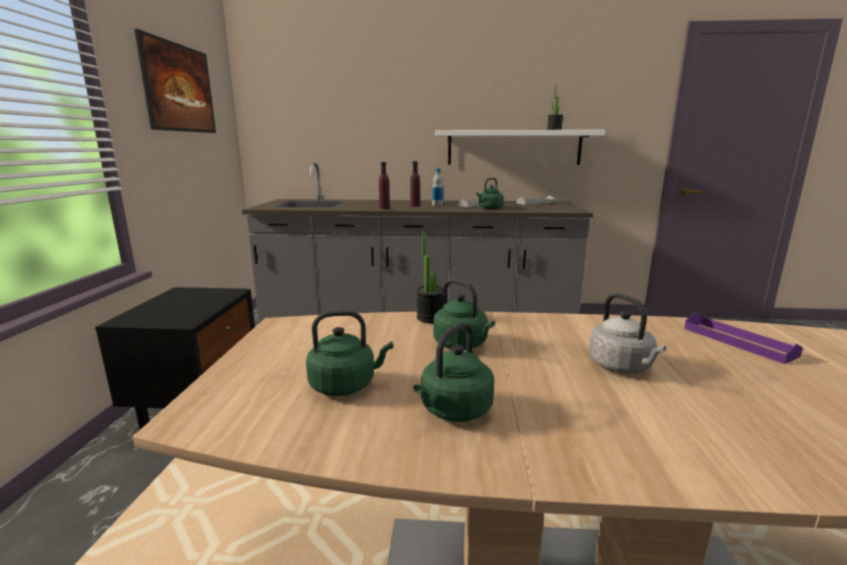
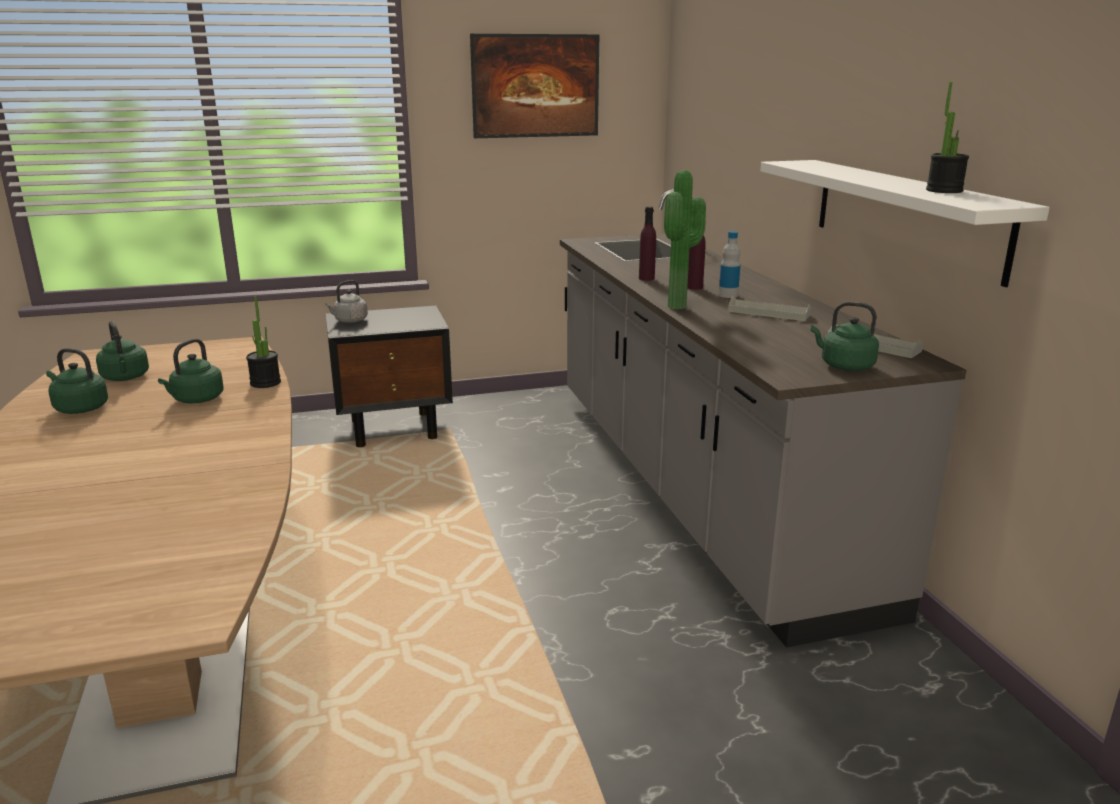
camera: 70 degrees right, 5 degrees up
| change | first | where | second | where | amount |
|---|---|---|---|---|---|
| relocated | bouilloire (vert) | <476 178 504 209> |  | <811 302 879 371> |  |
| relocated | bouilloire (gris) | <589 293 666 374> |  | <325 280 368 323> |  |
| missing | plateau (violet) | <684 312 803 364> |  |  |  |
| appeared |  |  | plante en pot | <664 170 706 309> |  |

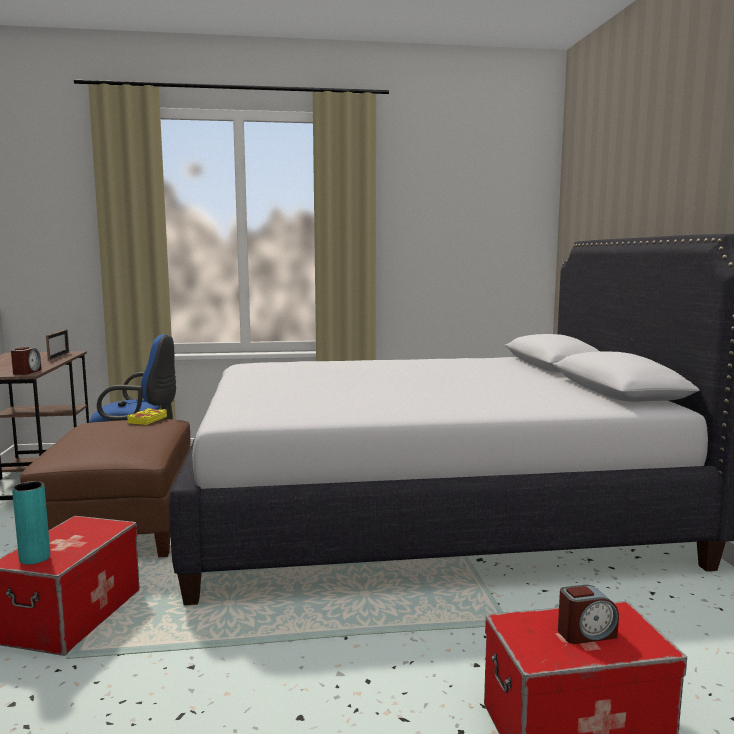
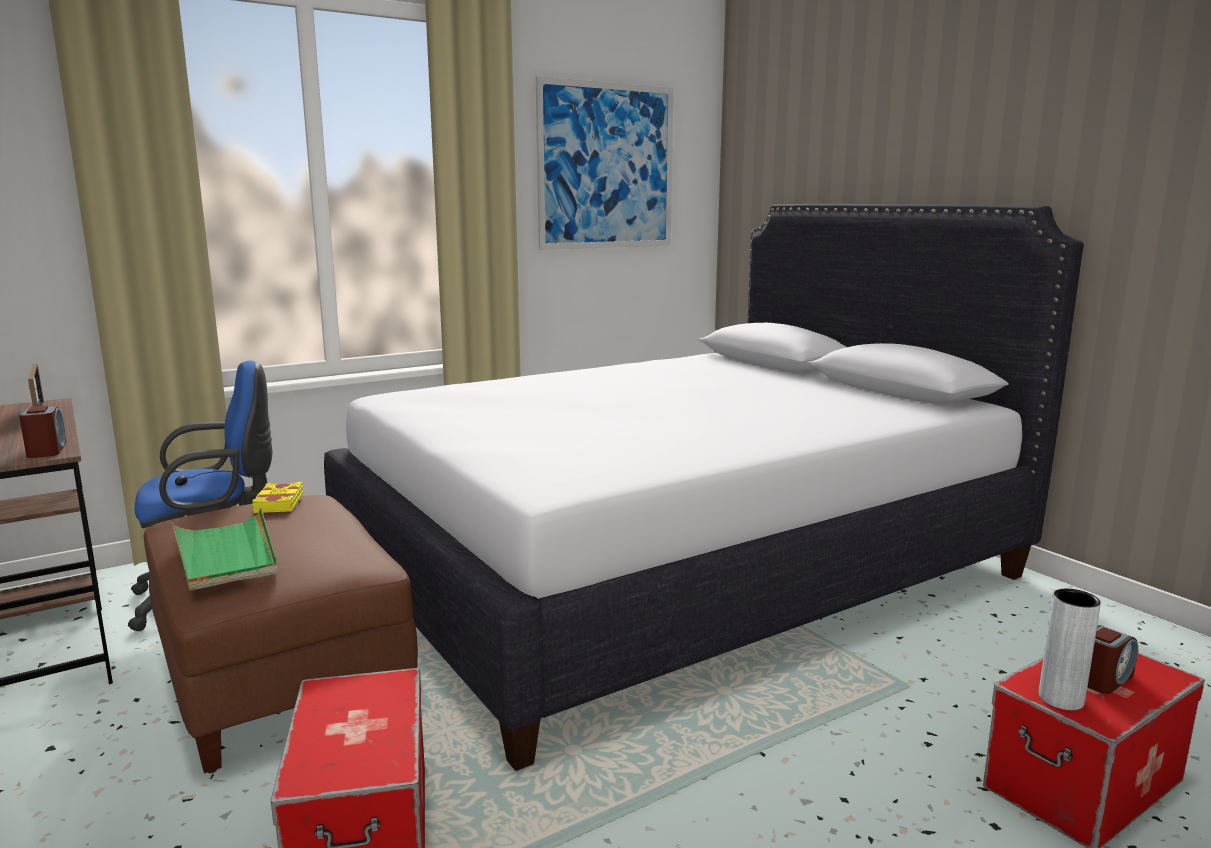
camera: 25 degrees left, 5 degrees up
| change | first | where | second | where | amount |
|---|---|---|---|---|---|
| missing | vase (turquoise) | <12 481 50 565> |  |  |  |
| appeared |  |  | plateau (vert) | <171 508 278 591> |  |
| appeared |  |  | tableau | <536 76 674 250> |  |
| appeared |  |  | vase (gris) | <1039 589 1101 710> |  |

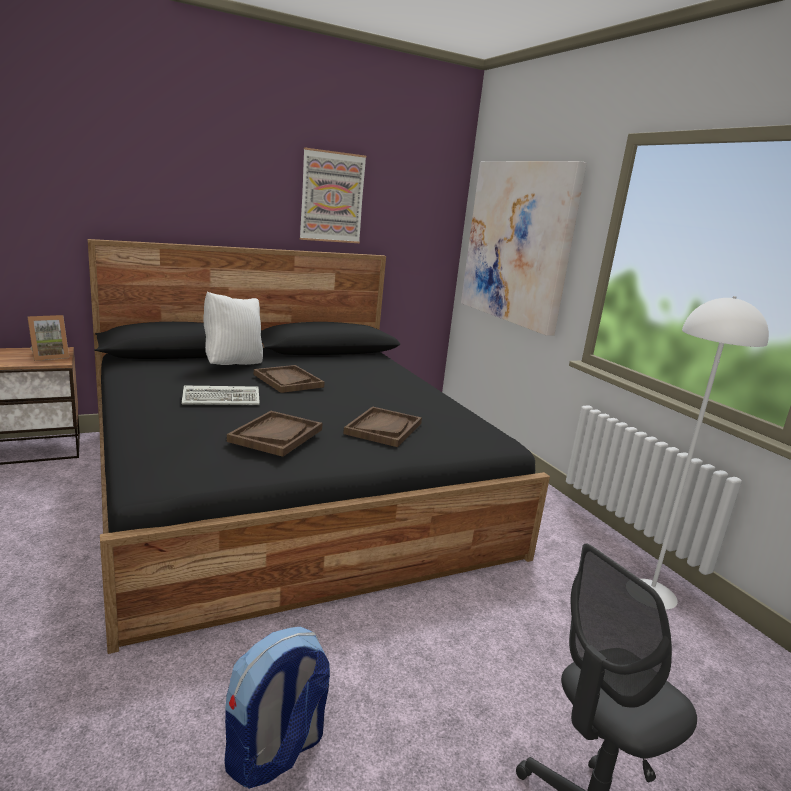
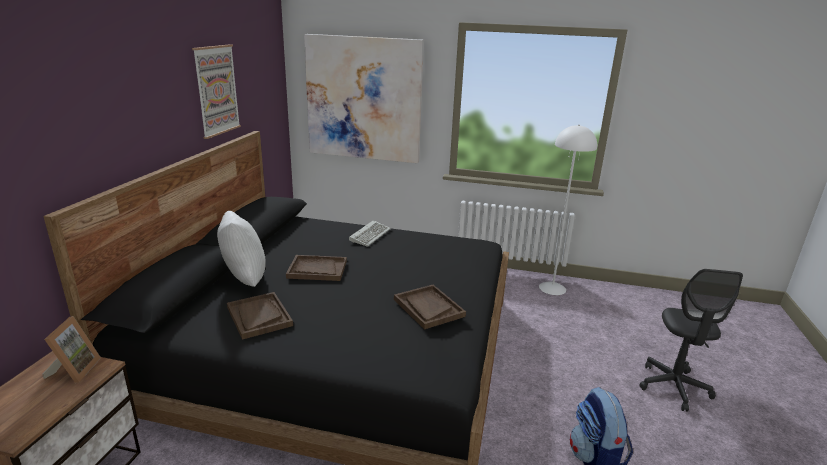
camera: 50 degrees left, 5 degrees up
| change | first | where | second | where | amount |
|---|---|---|---|---|---|
| relocated | clavier | <182 386 260 405> |  | <349 220 391 247> |  |
| relocated | plateau (marron) | <343 406 422 447> |  | <227 292 293 340> |  |

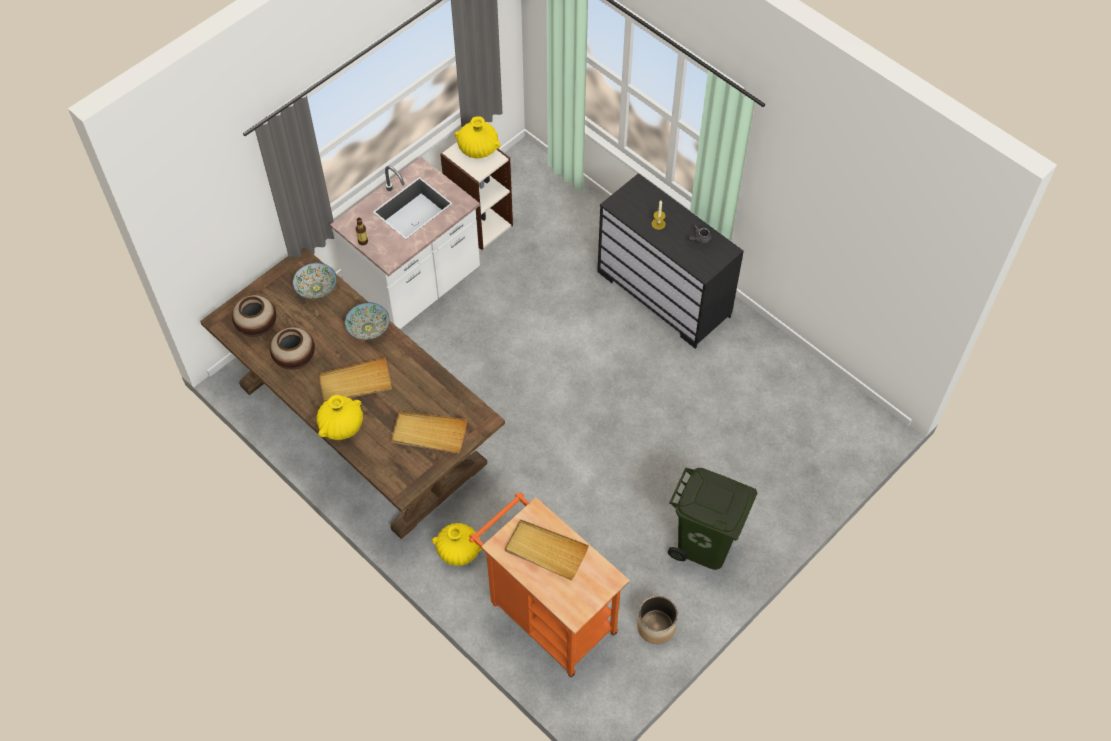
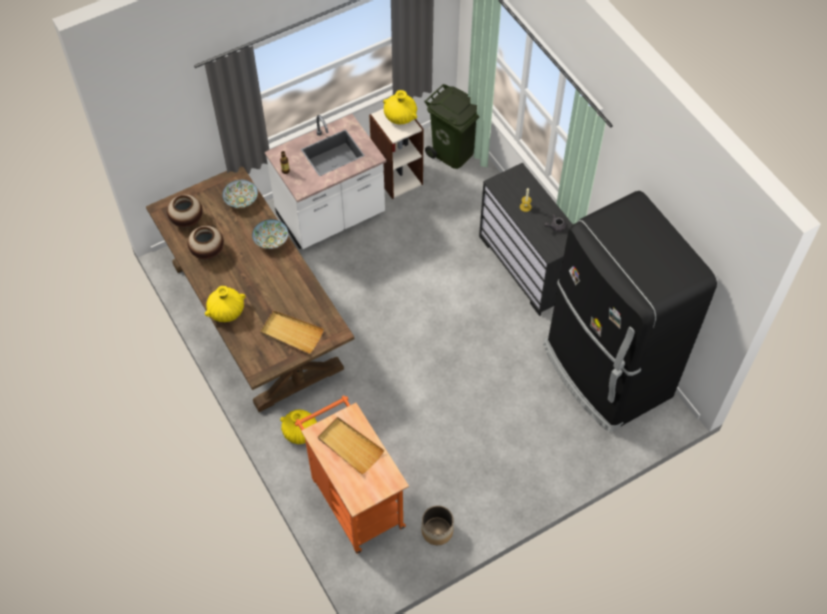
camera: 15 degrees right, 0 degrees up
| change | first | where | second | where | amount |
|---|---|---|---|---|---|
| missing | plateau (beige) | <319 357 392 402> |  |  |  |
| relocated | poubelle (vert) | <668 467 757 570> |  | <424 84 480 169> |  |
| appeared |  |  | réfrigérateur (noir) | <543 191 717 433> |  |

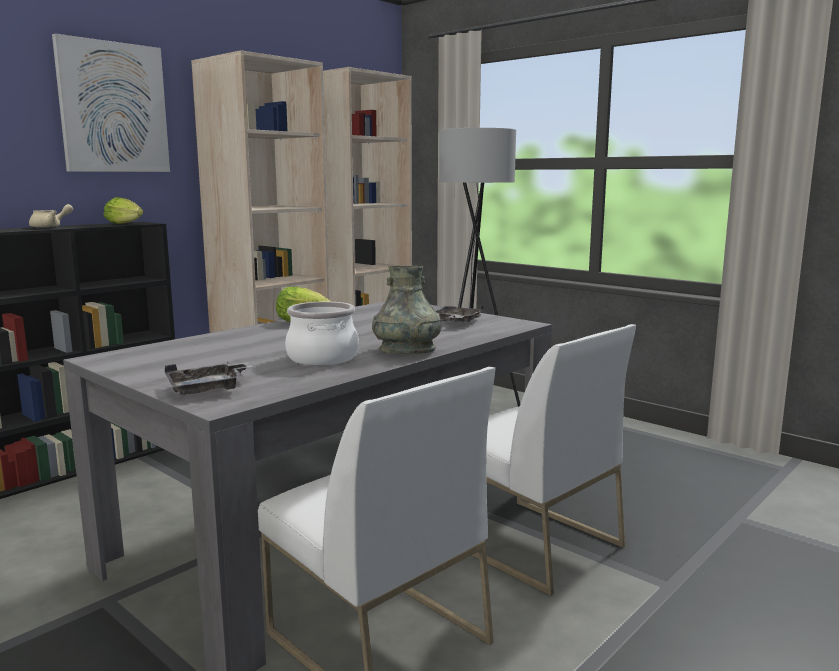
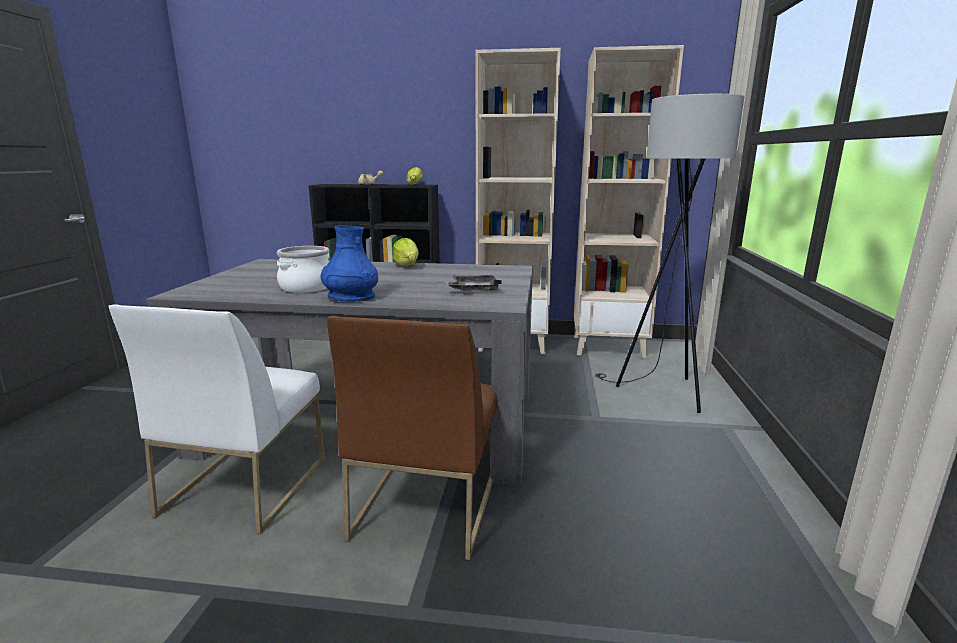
camera: 55 degrees right, 5 degrees up
| change | first | where | second | where | amount |
|---|---|---|---|---|---|
| missing | tableau | <52 34 170 172> |  |  |  |
| missing | plateau (gris) | <165 362 252 395> |  |  |  |
| colour | vase (gris) | <372 266 441 354> | vase (bleu) | <321 225 378 302> |  |
| colour | chaise (blanc) | <472 324 636 596> | chaise (marron) | <327 316 498 560> |  |

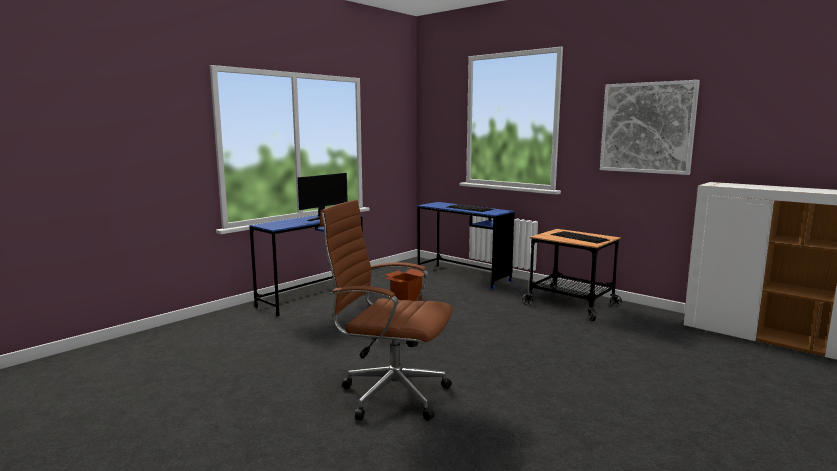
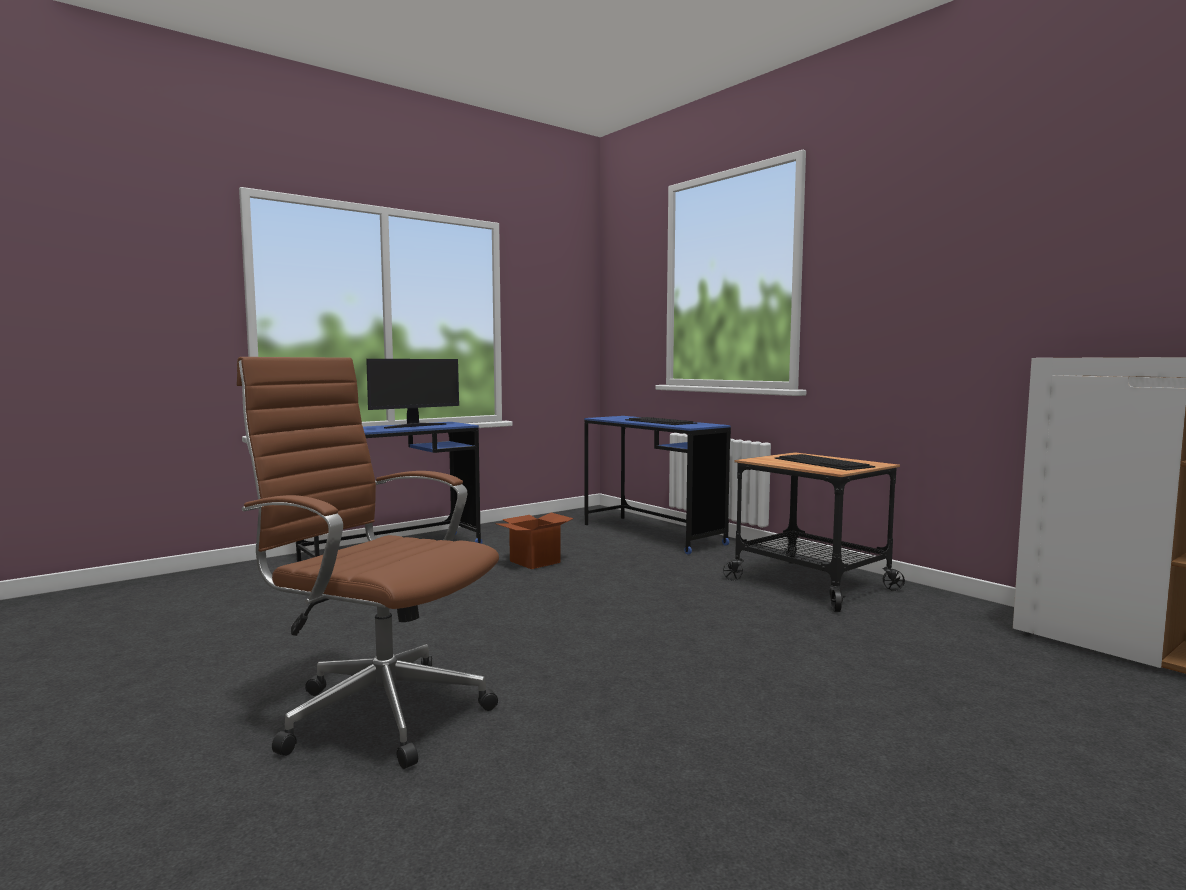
camera: 10 degrees right, 5 degrees down
| change | first | where | second | where | amount |
|---|---|---|---|---|---|
| missing | tableau | <600 80 700 175> |  |  |  |

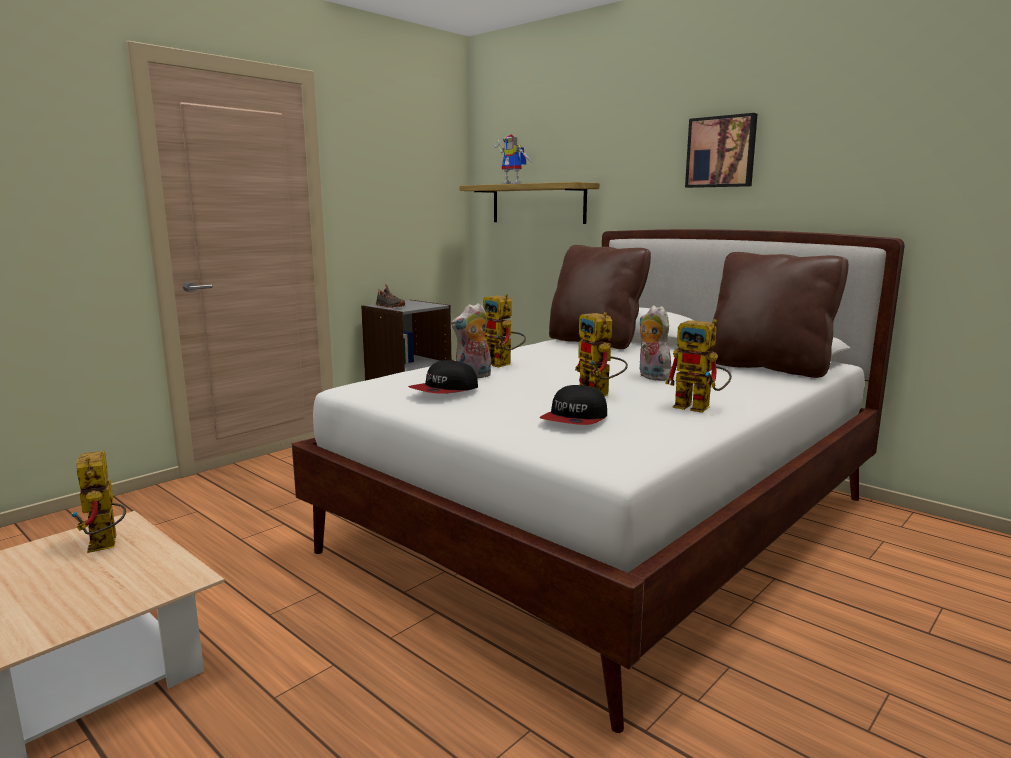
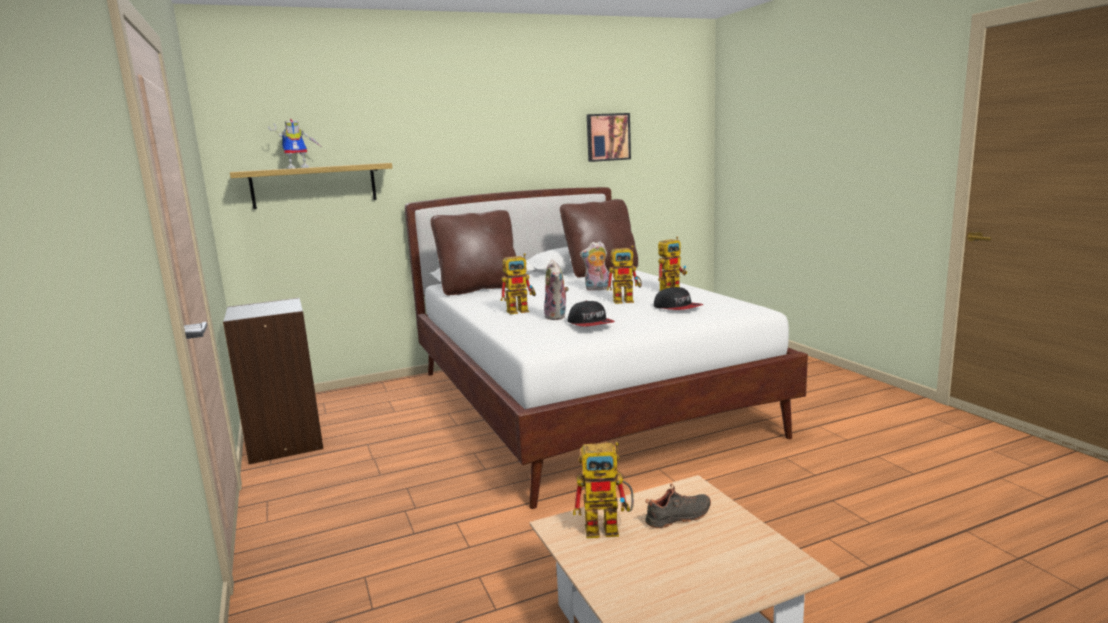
camera: 65 degrees left, 0 degrees up
| change | first | where | second | where | amount |
|---|---|---|---|---|---|
| relocated | chaussure (noir) | <376 284 405 308> |  | <645 483 711 528> |  |
| relocated | tableau | <685 113 758 188> |  | <587 113 631 162> |  |

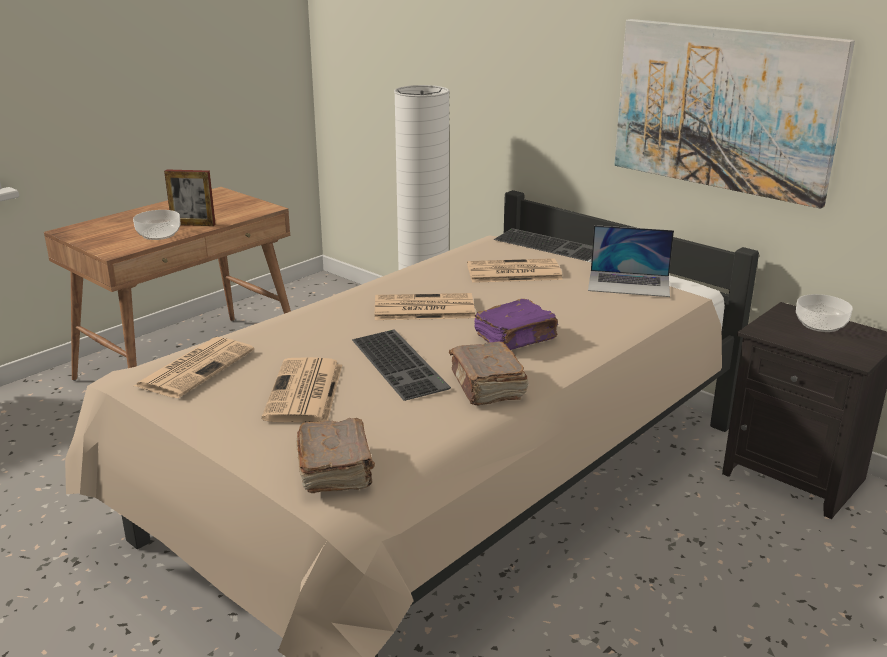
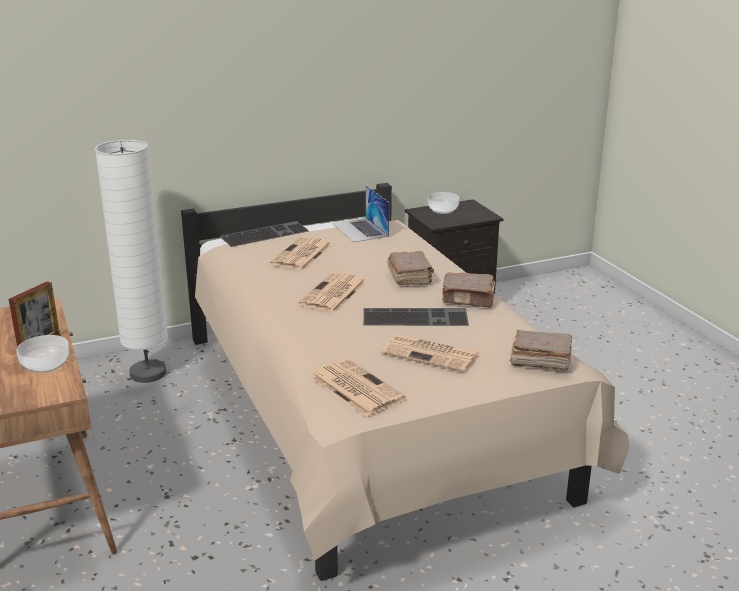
camera: 65 degrees left, 0 degrees up
| change | first | where | second | where | amount |
|---|---|---|---|---|---|
| colour | livre (violet) | <474 299 558 350> | livre (marron) | <387 251 434 285> |  |
| spun | ordinateur portable | <588 225 674 297> |  | <332 186 389 242> | 120 degrees clockwise |
| missing | tableau | <614 19 855 209> |  |  |  |

